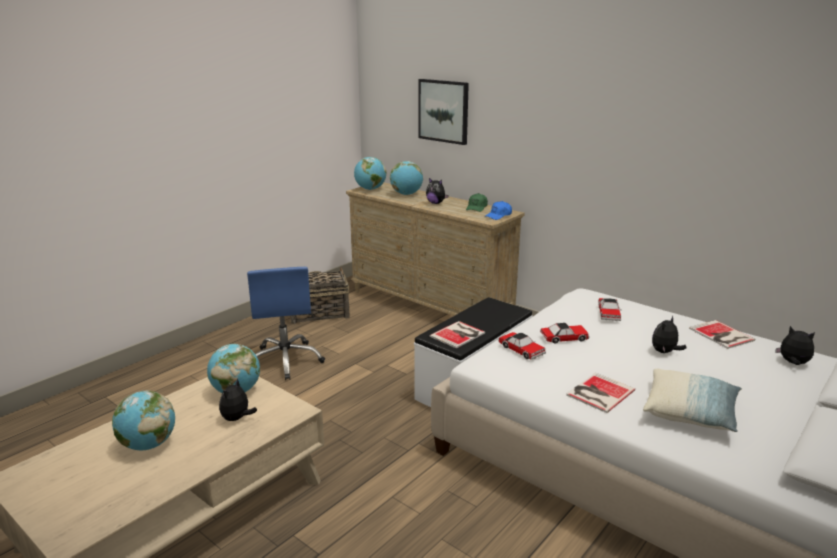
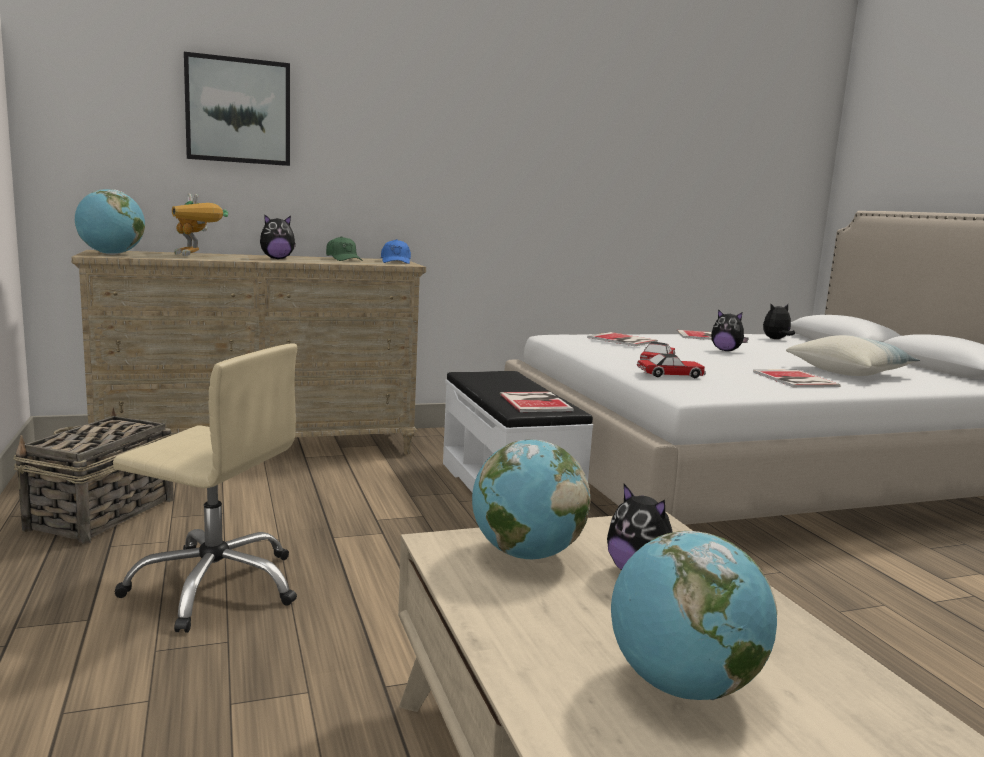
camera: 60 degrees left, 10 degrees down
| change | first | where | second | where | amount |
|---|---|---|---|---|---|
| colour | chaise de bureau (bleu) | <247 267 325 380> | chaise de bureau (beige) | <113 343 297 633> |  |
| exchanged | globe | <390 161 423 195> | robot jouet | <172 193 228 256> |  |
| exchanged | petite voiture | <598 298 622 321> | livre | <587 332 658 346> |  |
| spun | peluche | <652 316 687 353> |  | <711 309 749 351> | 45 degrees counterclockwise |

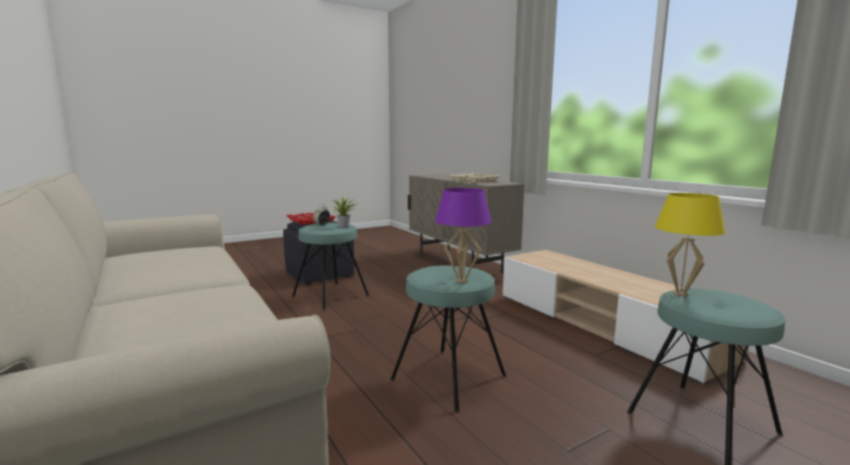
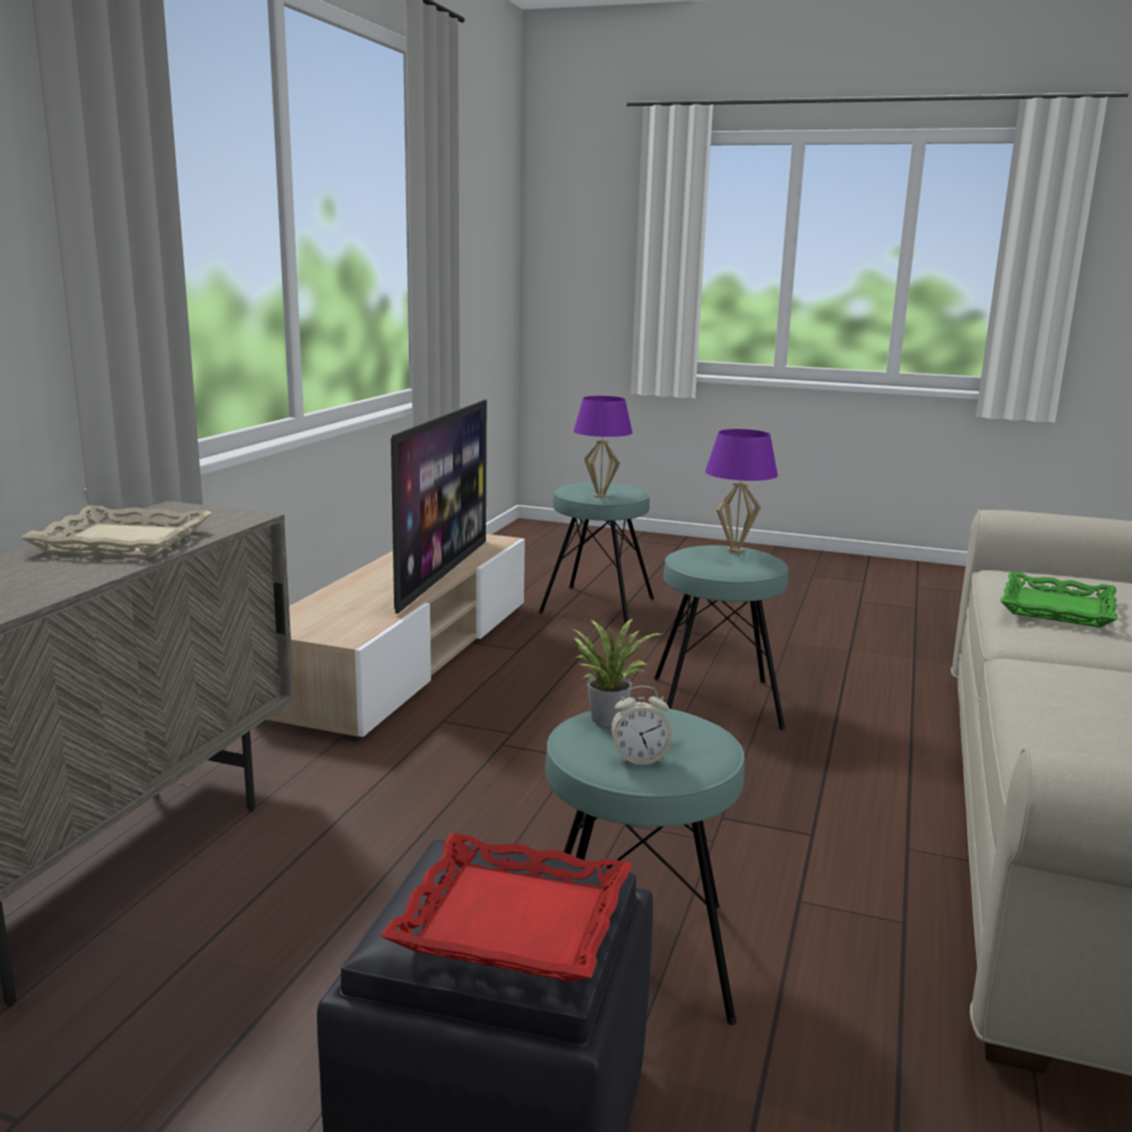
camera: 130 degrees left, 5 degrees up
| change | first | where | second | where | amount |
|---|---|---|---|---|---|
| colour | lampe de table (jaune) | <655 193 725 296> | lampe de table (violet) | <574 396 632 498> |  |
| appeared |  |  | téléviseur | <391 400 487 614> |  |
| appeared |  |  | plateau (vert) | <1000 571 1117 628> |  |

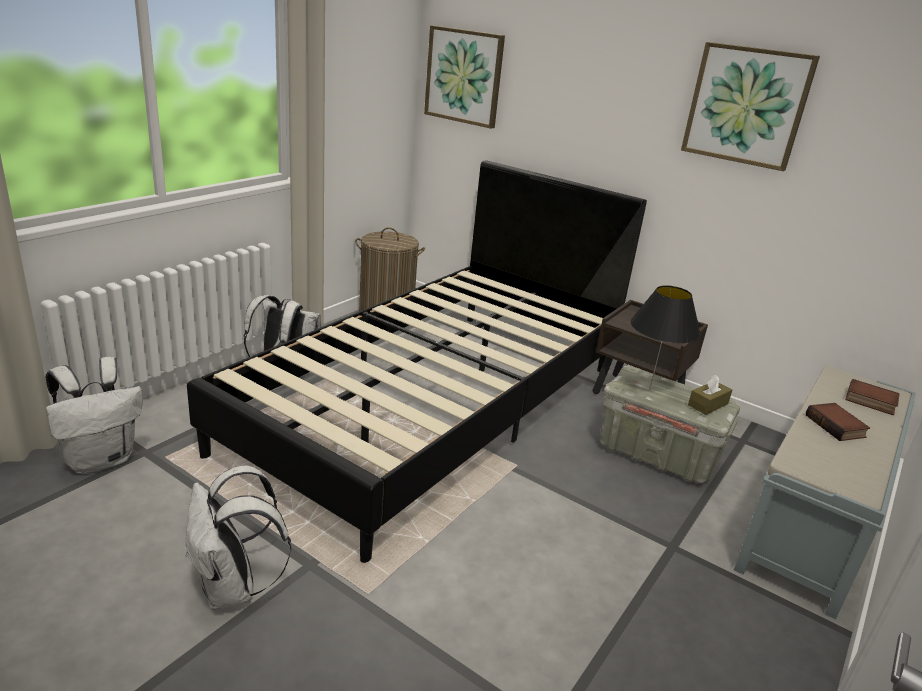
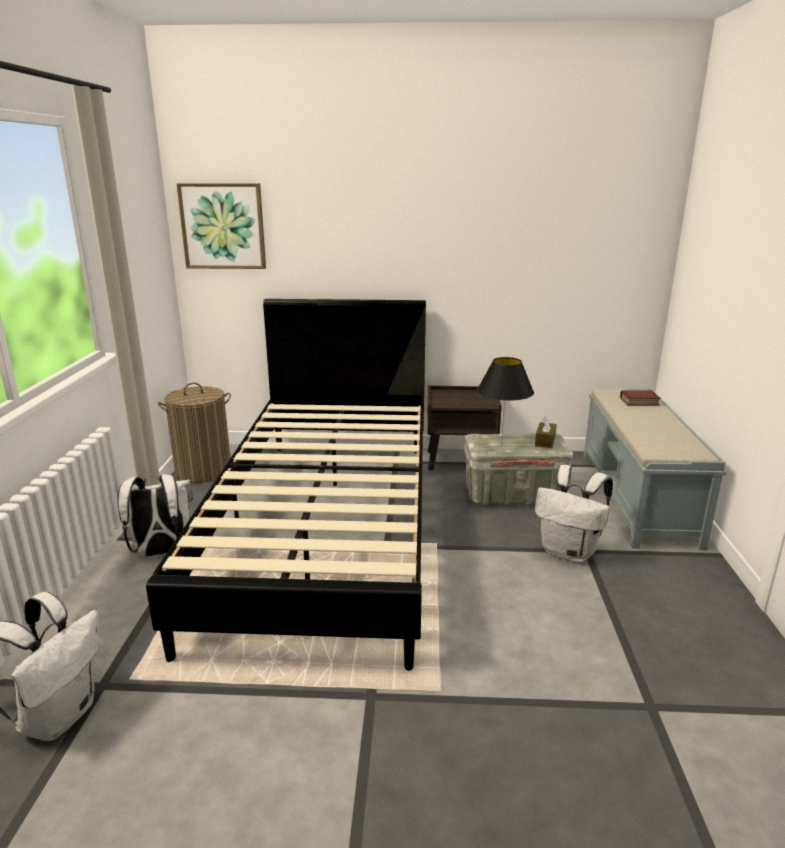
camera: 30 degrees left, 5 degrees down
| change | first | where | second | where | amount |
|---|---|---|---|---|---|
| relocated | sac à dos (blanc) | <185 465 291 610> |  | <535 465 613 563> |  |
| missing | tableau | <681 42 820 171> |  |  |  |
| missing | livre | <806 403 870 441> |  |  |  |

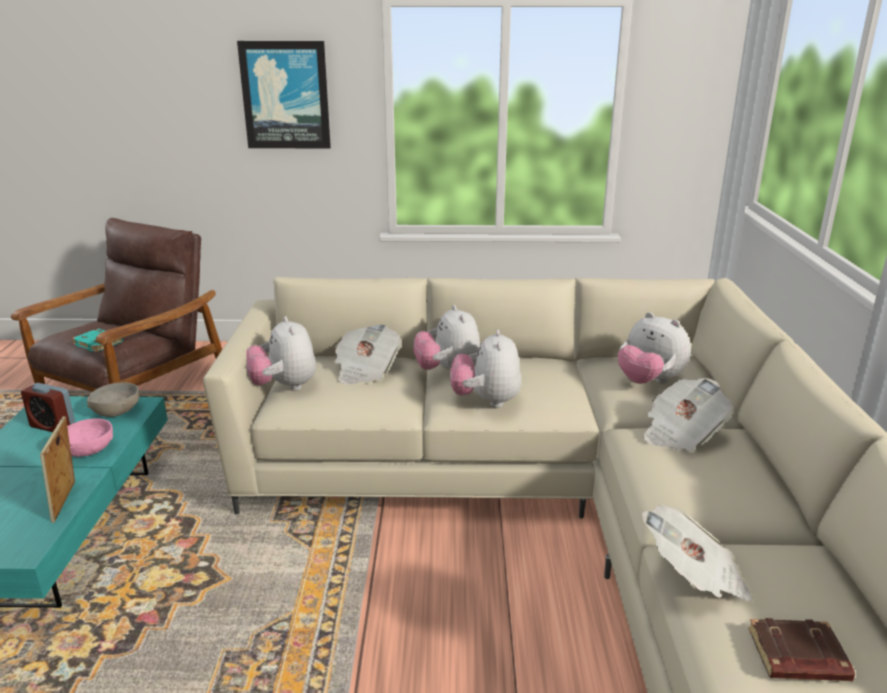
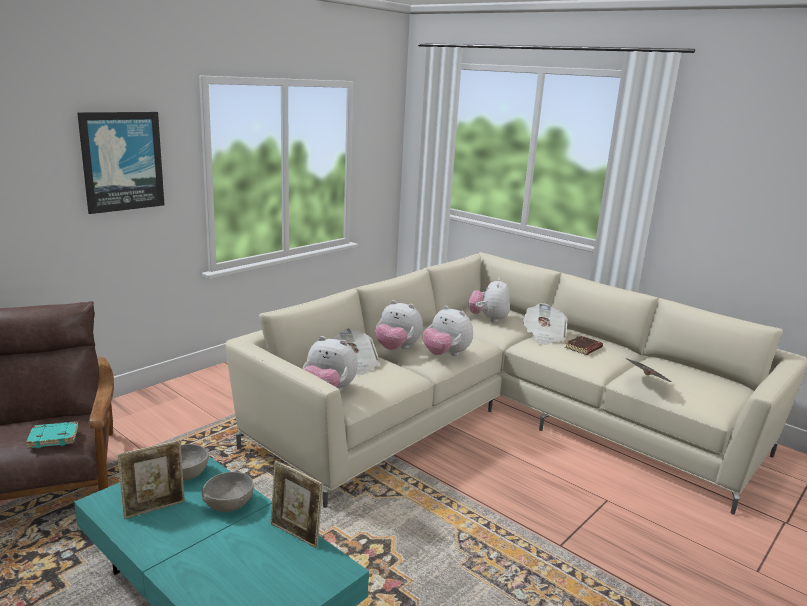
camera: 50 degrees left, 5 degrees down
| change | first | where | second | where | amount |
|---|---|---|---|---|---|
| exchanged | réveil | <21 383 76 432> | cadre photo | <117 440 185 519> |  |
| colour | bol (rose) | <67 418 113 457> | bol (gris) | <202 472 254 512> |  |
| spun | peluche | <618 312 691 384> |  | <469 278 510 323> | 105 degrees clockwise |
| relocated | livre (marron) | <748 618 855 681> |  | <565 336 603 355> |  |

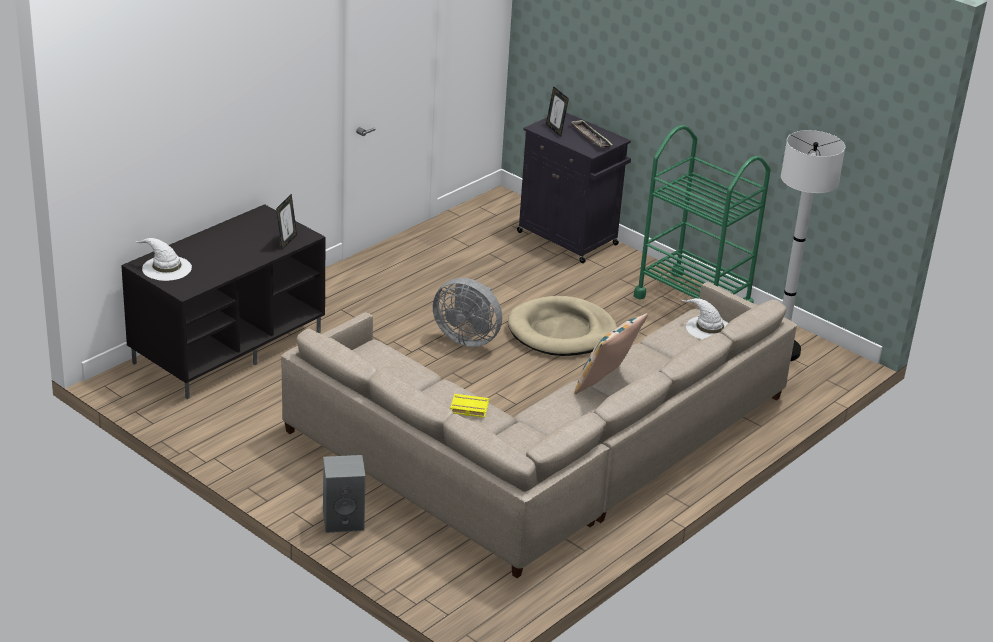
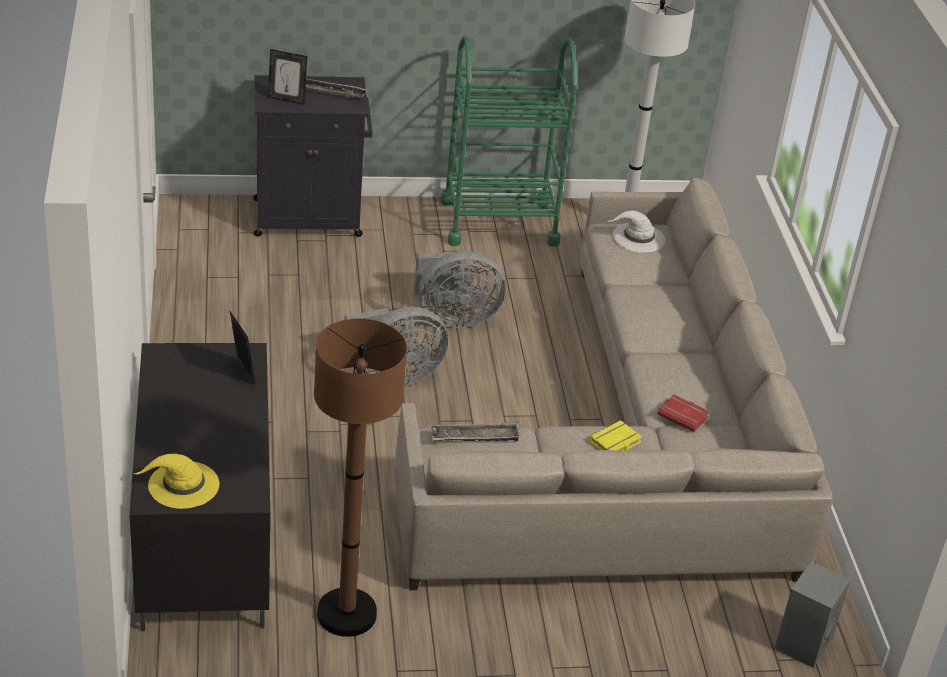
camera: 50 degrees left, 5 degrees up
| change | first | where | second | where | amount |
|---|---|---|---|---|---|
| colour | chapeau (blanc) | <135 238 192 281> | chapeau (jaune) | <134 454 219 509> |  |
| relocated | enceinte (gris) | <323 455 365 533> |  | <774 561 850 668> |  |
| exchanged | panier pour chien (beige) | <508 296 617 356> | ventilateur (gris) | <414 251 505 328> |  |
| missing | coussin | <574 313 648 394> |  |  |  |
| appeared |  |  | lampadaire (marron) | <314 318 407 637> |  |
| appeared |  |  | plateau | <430 422 521 441> |  |
| appeared |  |  | livre (rouge) | <658 394 710 432> |  |

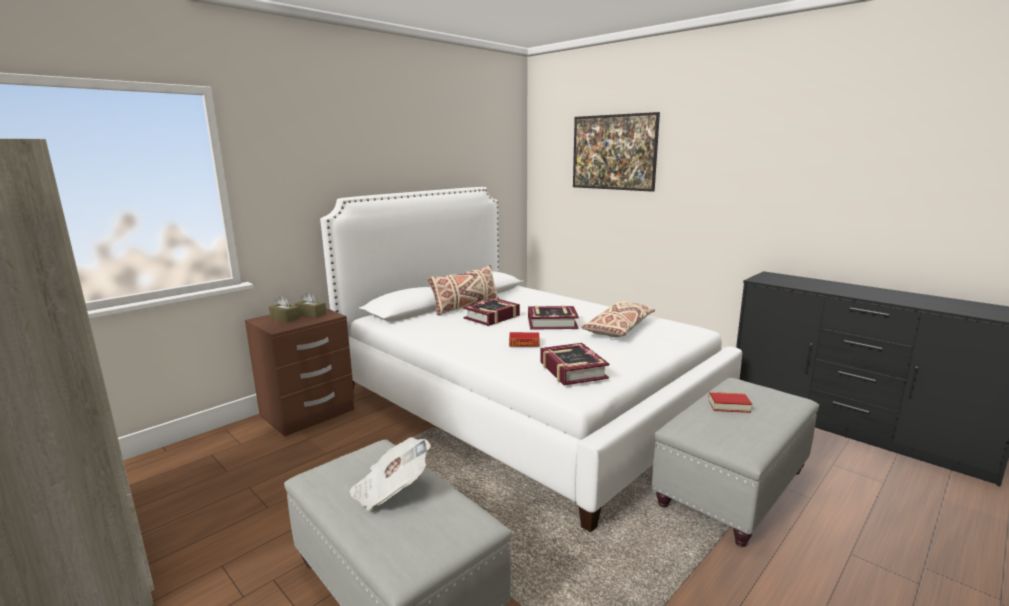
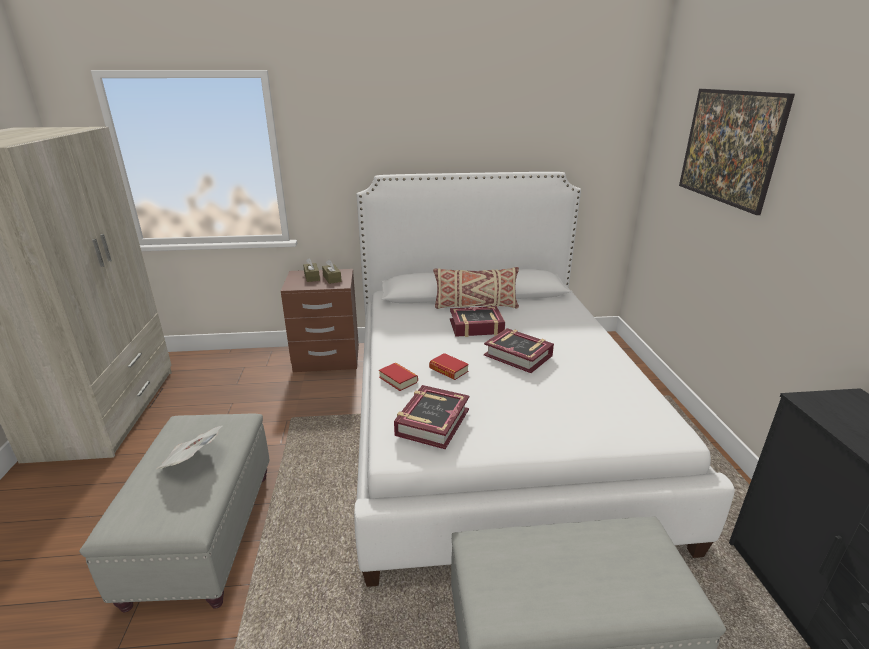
camera: 40 degrees right, 10 degrees up
| change | first | where | second | where | amount |
|---|---|---|---|---|---|
| missing | coussin (beige) | <581 302 655 337> |  |  |  |
| relocated | livre | <708 392 752 413> |  | <379 362 418 391> |  |

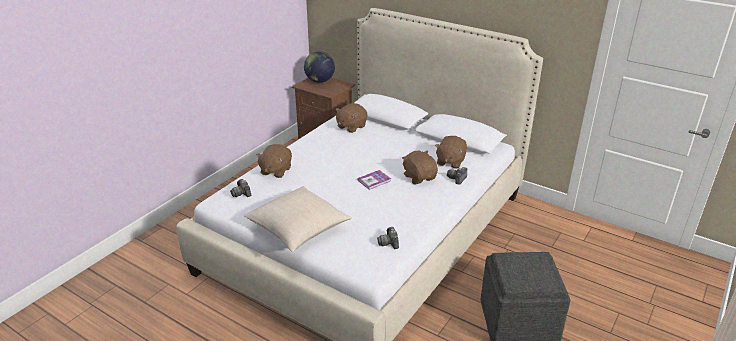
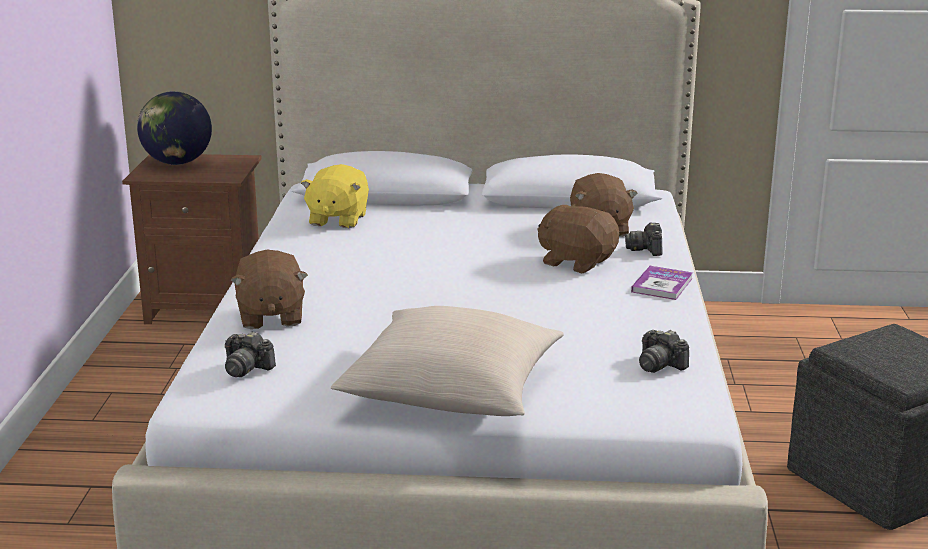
camera: 30 degrees left, 10 degrees down
| change | first | where | second | where | amount |
|---|---|---|---|---|---|
| colour | peluche (marron) | <335 103 367 133> | peluche (jaune) | <301 164 369 228> |  |
| relocated | livre | <357 170 391 190> |  | <631 266 693 300> |  |

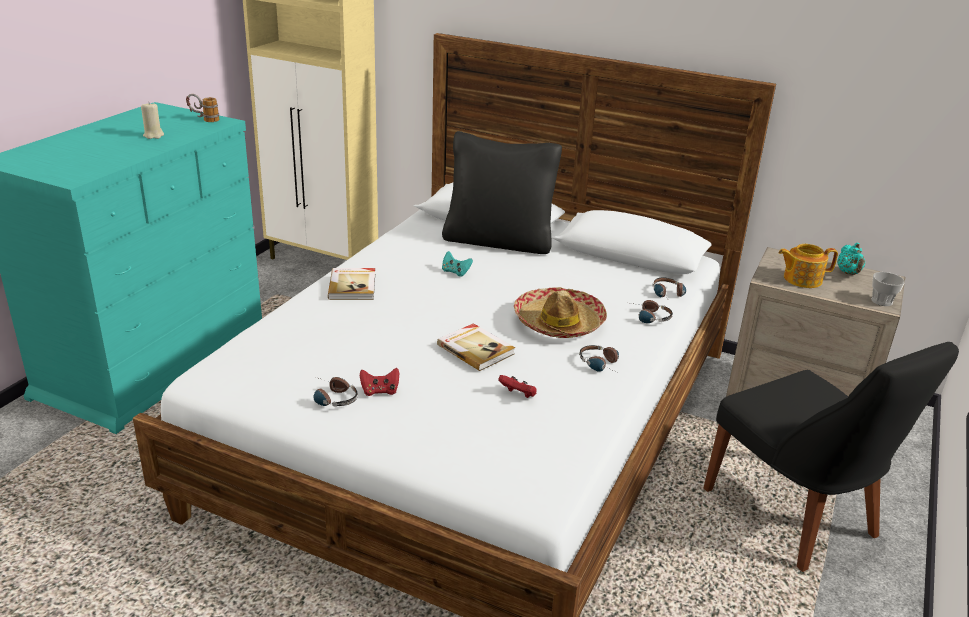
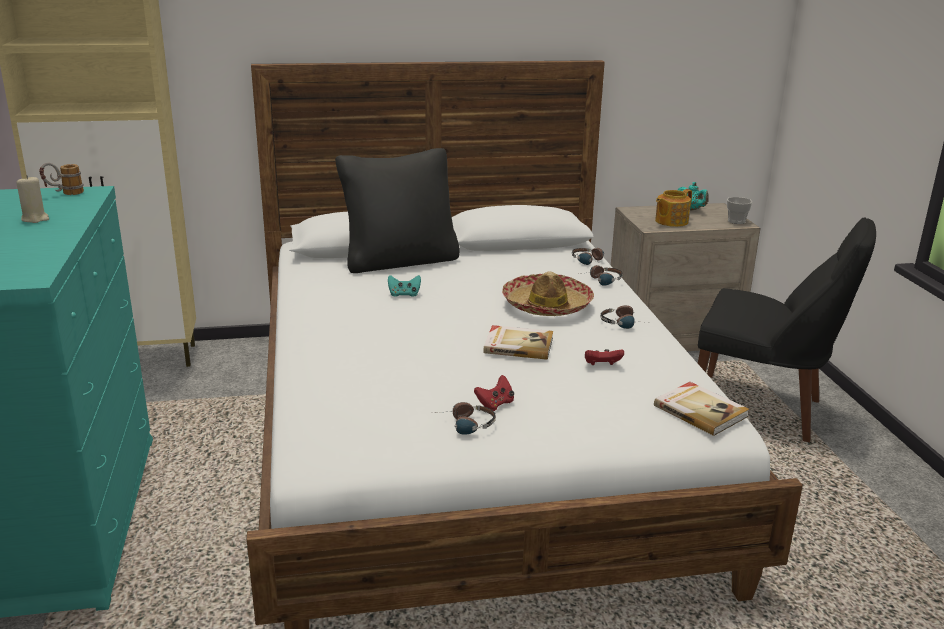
camera: 35 degrees left, 5 degrees down
| change | first | where | second | where | amount |
|---|---|---|---|---|---|
| relocated | livre | <328 268 375 300> |  | <654 382 749 436> |  |

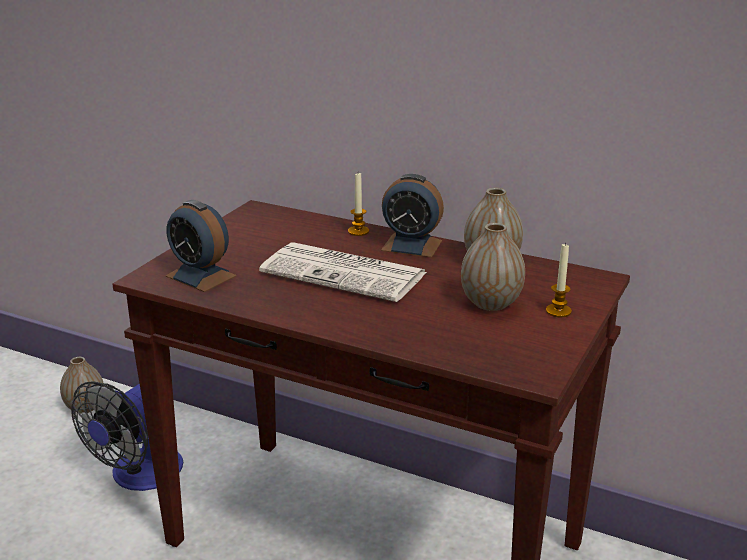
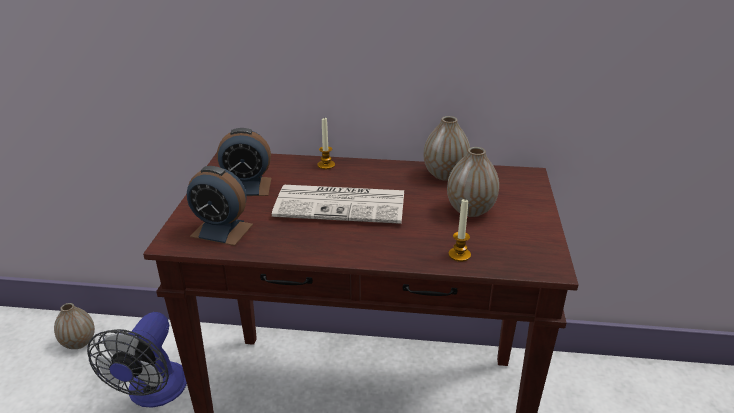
camera: 20 degrees left, 5 degrees up
| change | first | where | second | where | amount |
|---|---|---|---|---|---|
| relocated | réveil | <381 174 444 258> |  | <217 128 272 196> |  |
| relocated | bougie | <546 243 572 317> |  | <448 199 471 262> |  |

